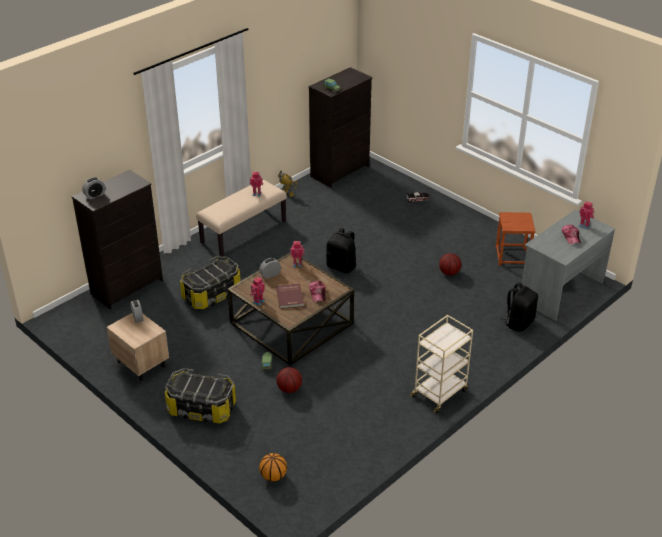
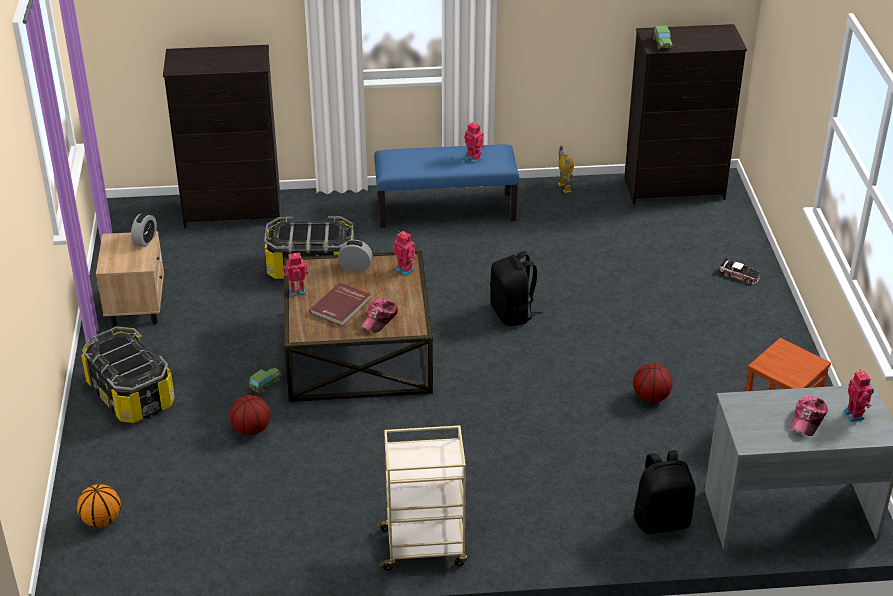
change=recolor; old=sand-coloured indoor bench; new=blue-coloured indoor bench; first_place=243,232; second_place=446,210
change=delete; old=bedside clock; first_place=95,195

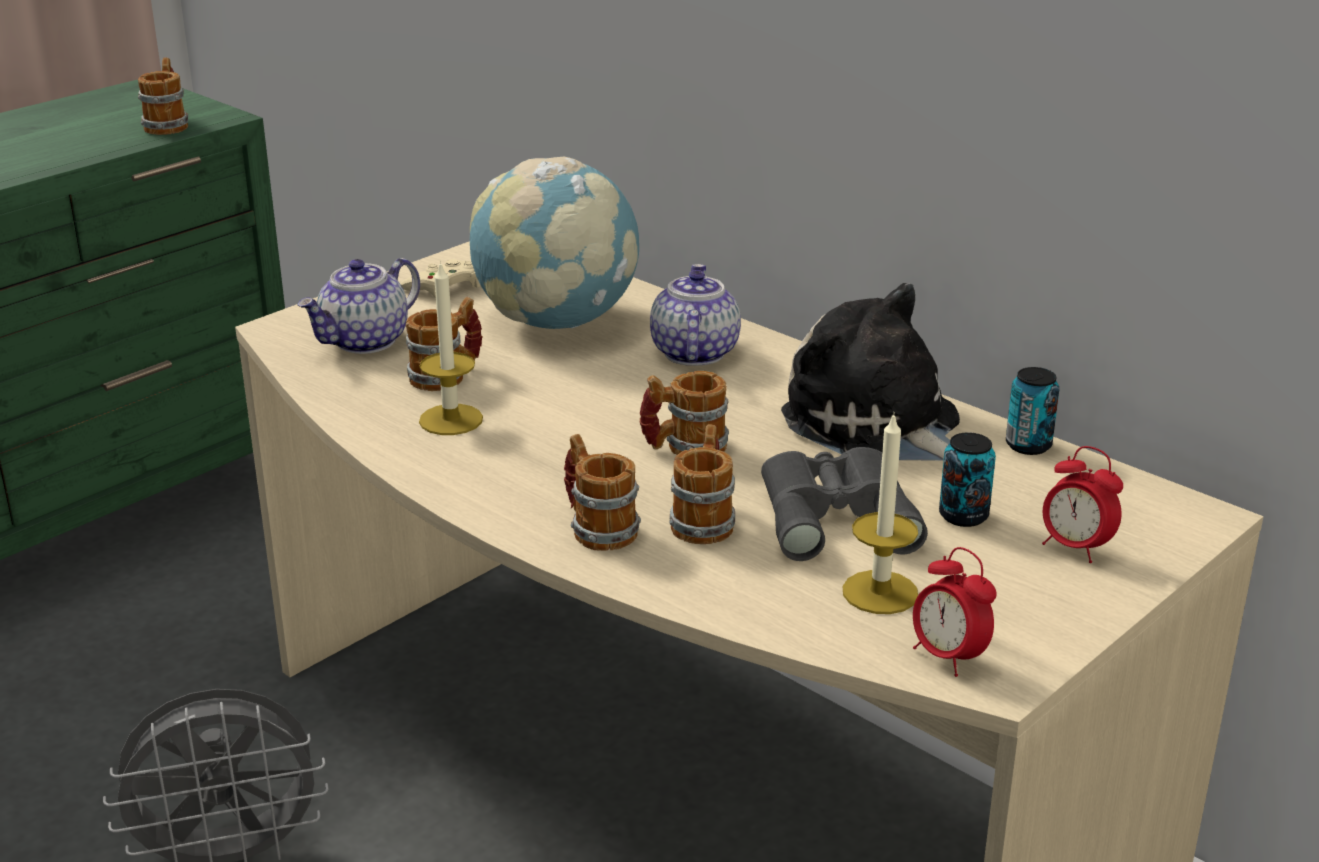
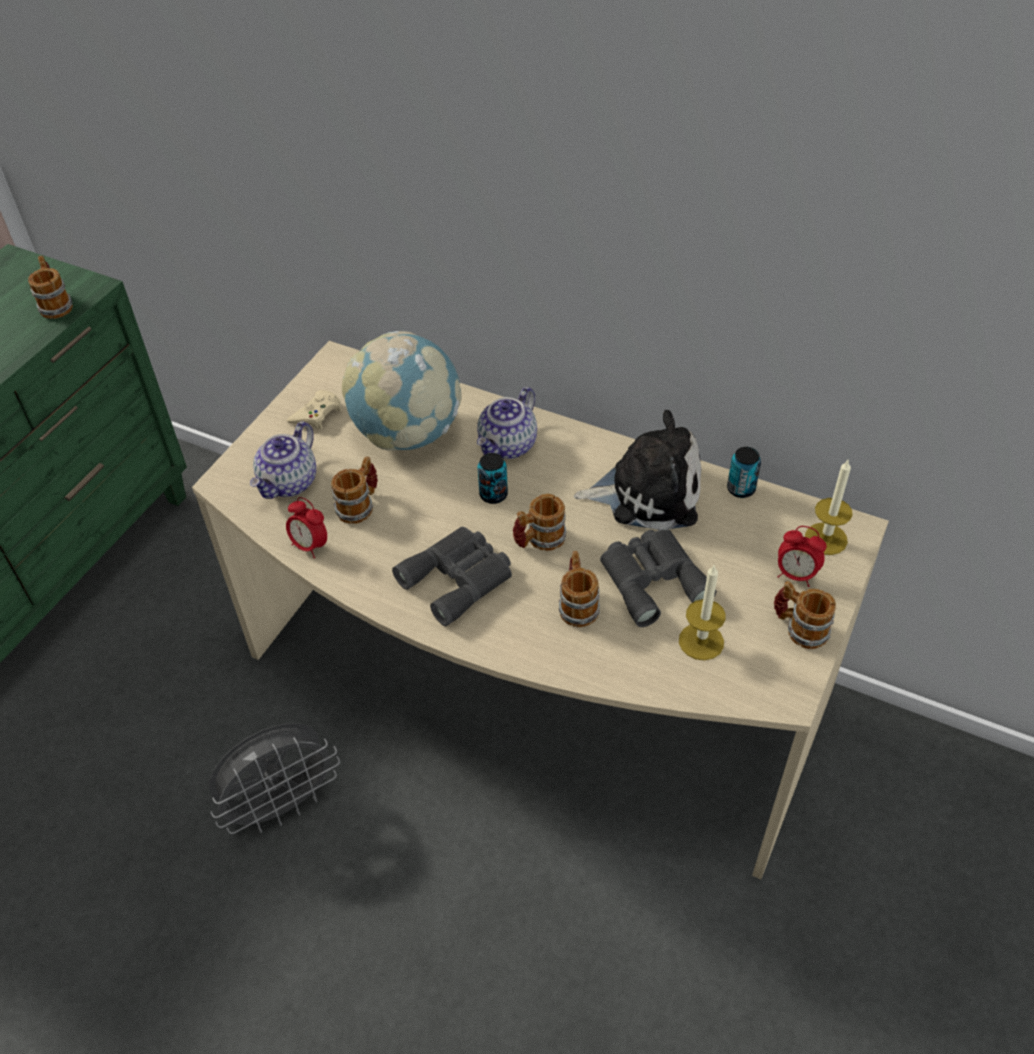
change=move; old=bedside clock; first_place=948,657; second_place=310,546
change=insert; new=greyish pair of binoculars; second_place=459,578
change=rotate; old=pot for tea; first_place=693,352; second_place=508,446; degrees=-135
change=move; old=can; first_place=963,516; second_place=493,495
change=rotate; old=plush toy; first_place=877,426; second_place=647,492; degrees=150
change=move; old=coffee mug; first_place=597,527; second_place=799,628
change=move; old=wax candle; first_place=451,420; second_place=826,539

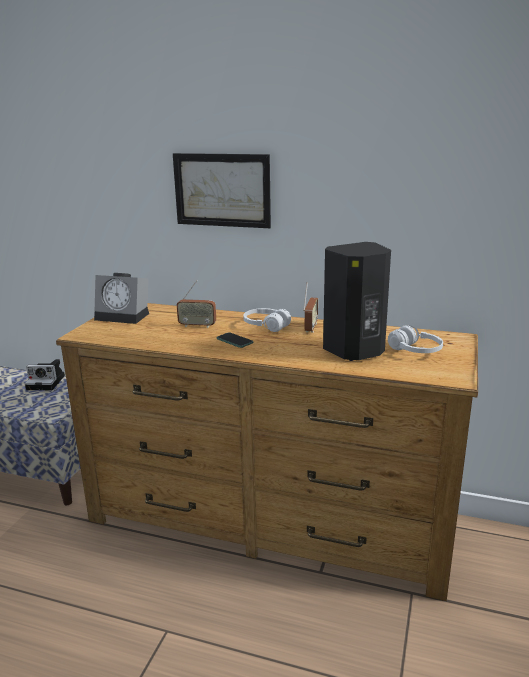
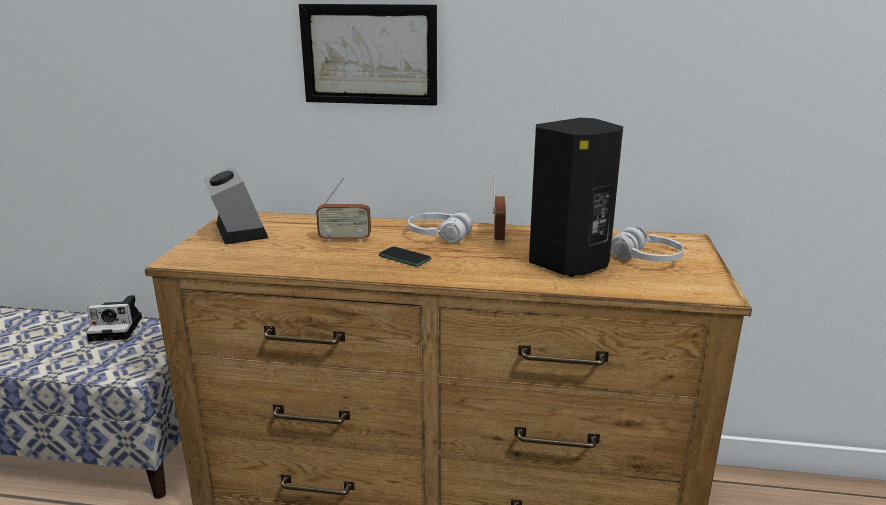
change=rotate; old=bedside clock; first_place=125,316; second_place=237,230; degrees=-120

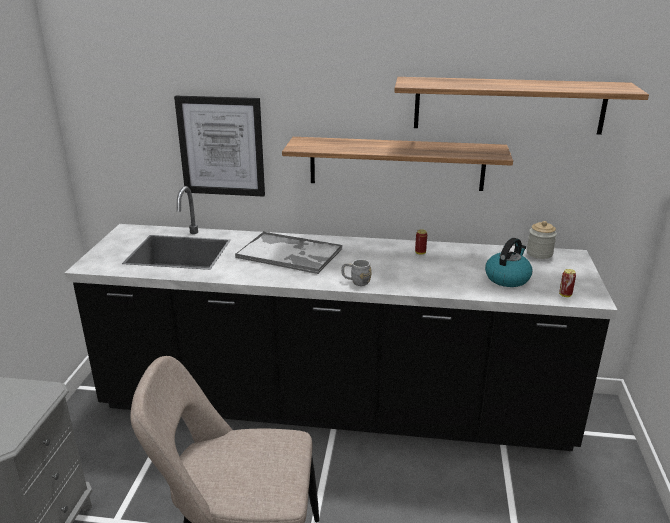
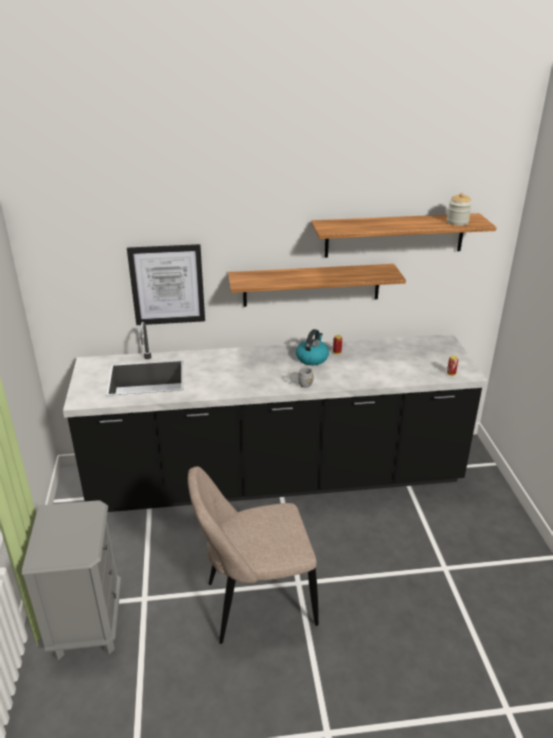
change=move; old=kettle; first_place=507,278; second_place=312,358
change=move; old=jar; first_place=539,253; second_place=457,222
change=delete; old=tray; first_place=290,254

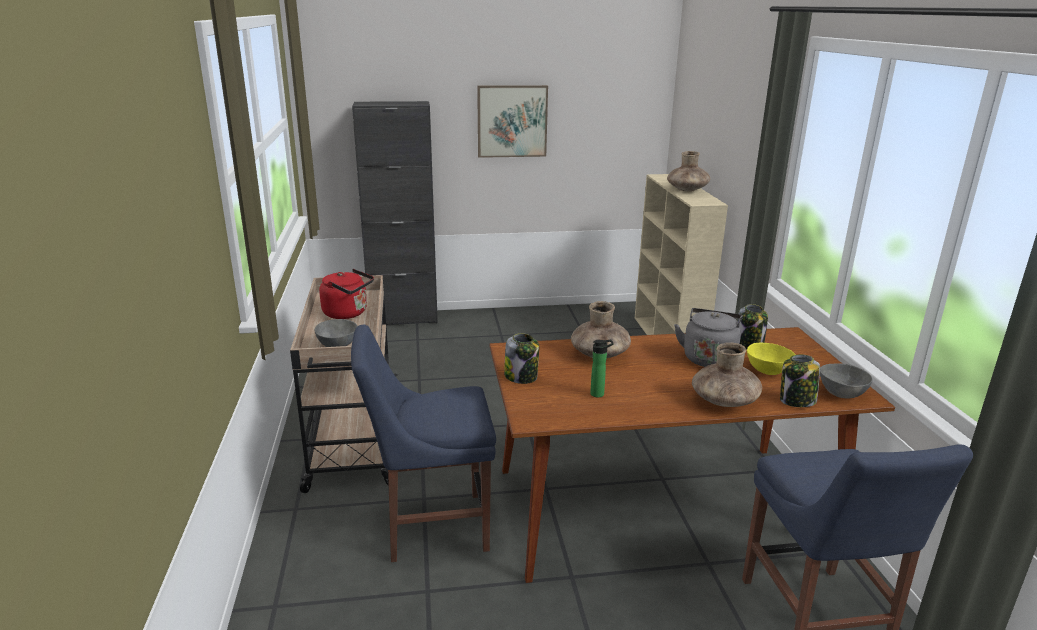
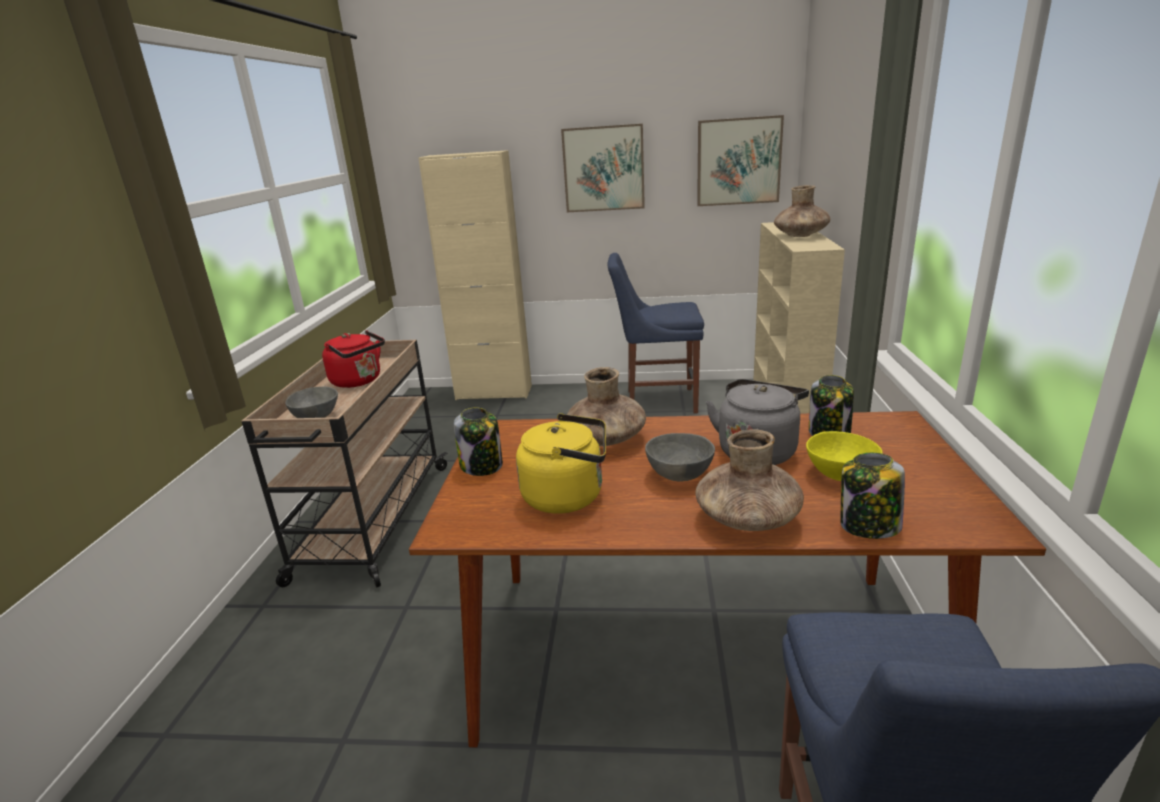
change=recolor; old=black-coloured storage cabinet; new=sand-coloured storage cabinet; first_place=403,318; second_place=494,392
change=replace; old=drink bottle; new=yellow-coloured kettle; first_place=599,394; second_place=568,496
change=move; old=blue-coloured plain chair; first_place=430,526; second_place=656,401
change=move; old=greyish serving bowl; first_place=840,394; second_place=678,475
change=insert; new=wall art; second_place=738,161

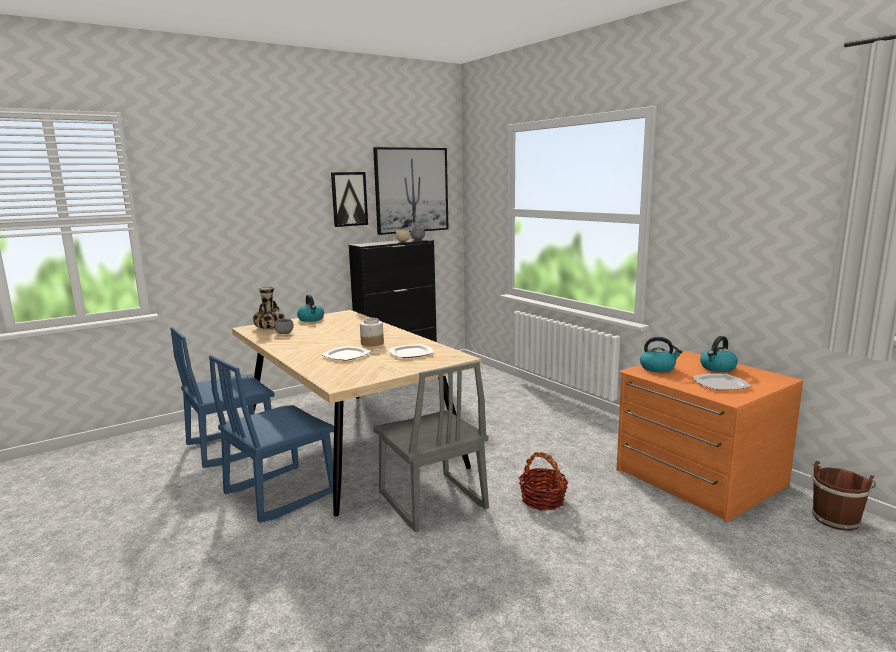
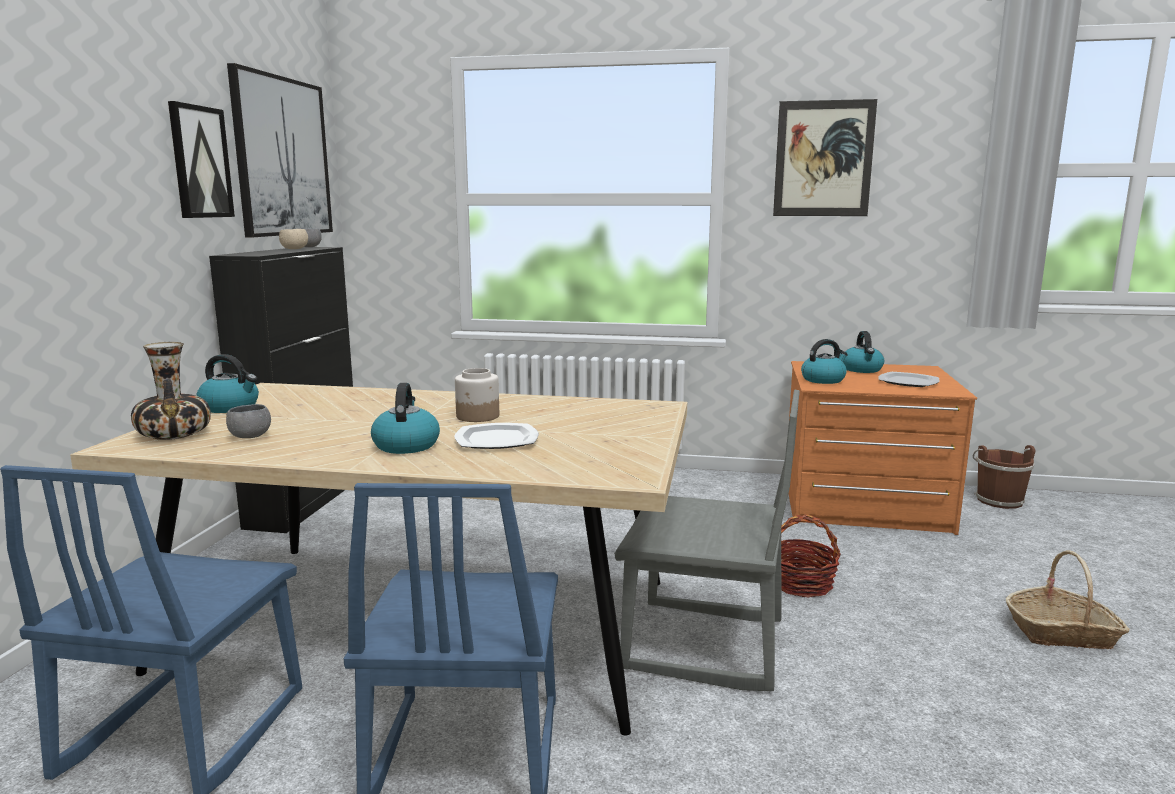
change=insert; new=kettle; second_place=406,445
change=insert; new=wall art; second_place=823,159
change=insert; new=basket; second_place=1062,633
change=delete; old=plate; first_place=411,353

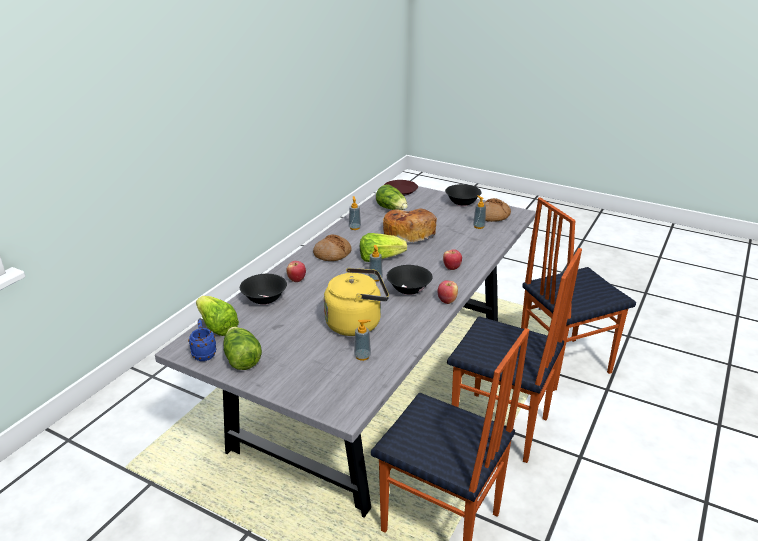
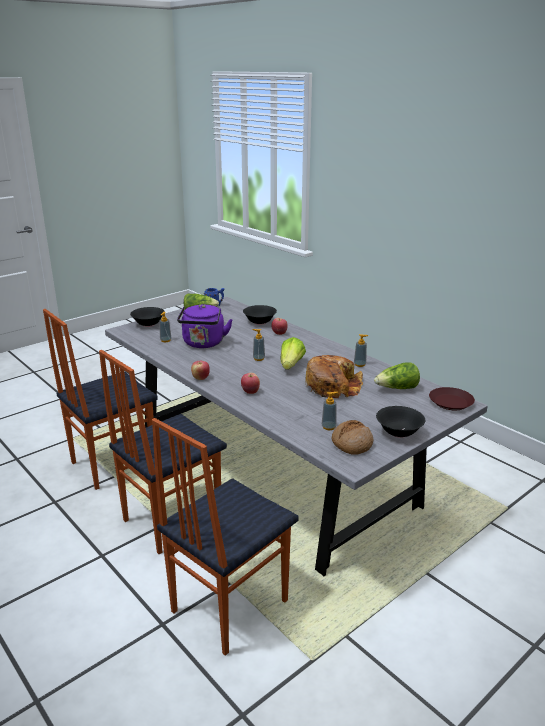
change=move; old=black-coloured serving bowl; first_place=409,290; second_place=148,324
change=rotate; old=plain chair; first_place=562,363; second_place=227,606; degrees=-135
change=recolor; old=yellow-coloured kettle; new=purple kettle; first_place=357,323; second_place=203,344
change=delete; old=lettuce head; first_place=217,327
change=delete; old=bakery bread; first_place=332,254

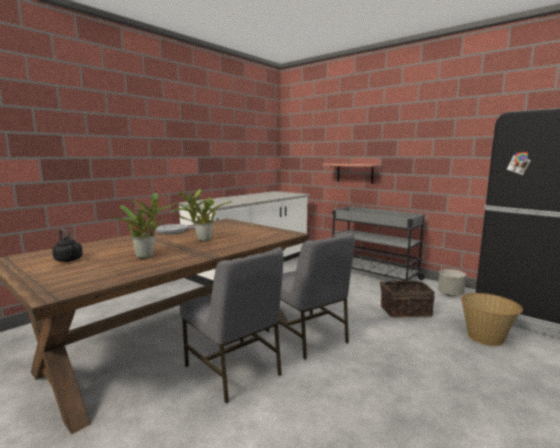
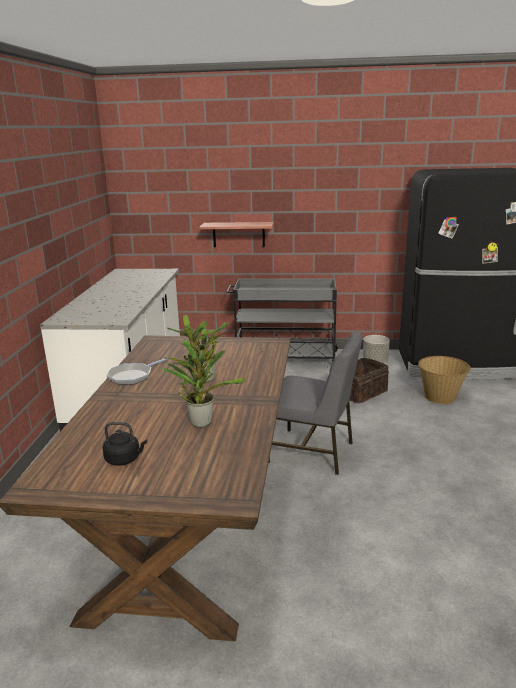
change=delete; old=greyish plain chair; first_place=234,370

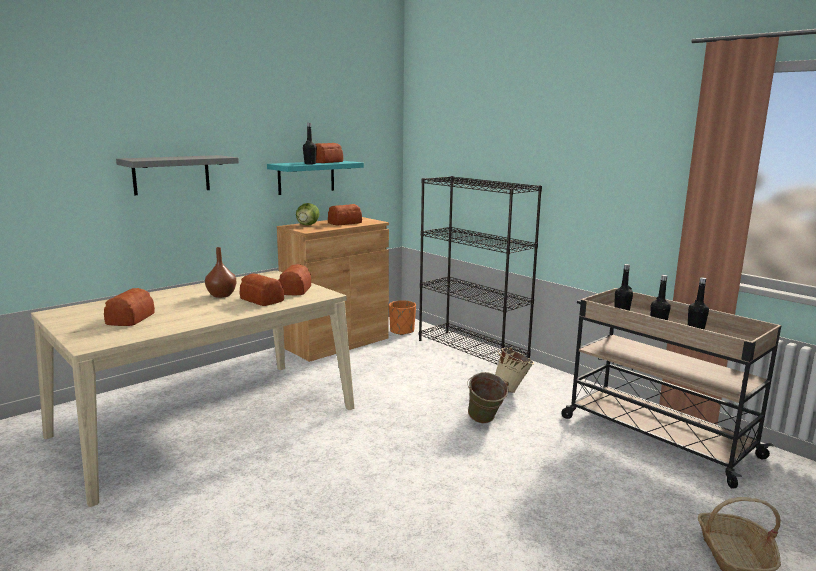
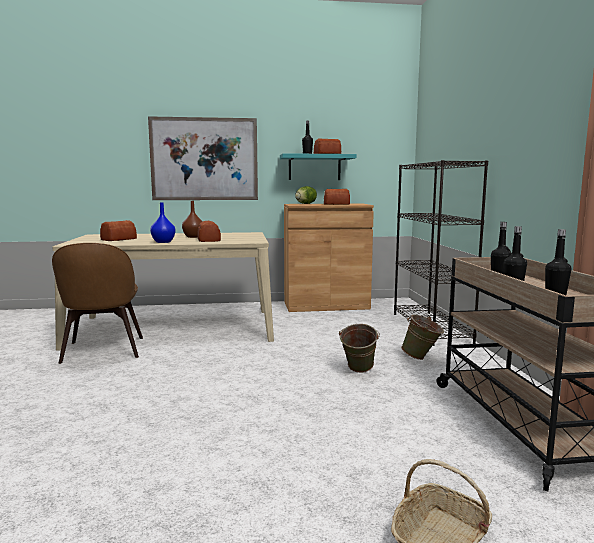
change=insert; new=brown plain chair; second_place=103,351
change=replace; old=greyish bracket shelf; new=wall art; first_place=171,174; second_place=204,159
change=insert; new=blue-coloured decorative vase; second_place=163,242
change=recolor; old=sand-coloured pail; new=green pail; first_place=512,390; second_place=422,358
change=delete; old=bakery bread; first_place=294,290
change=delete; old=orange-coloured flower pot; first_place=402,331

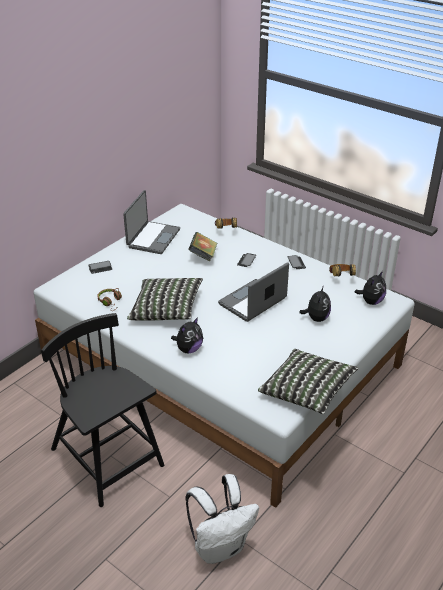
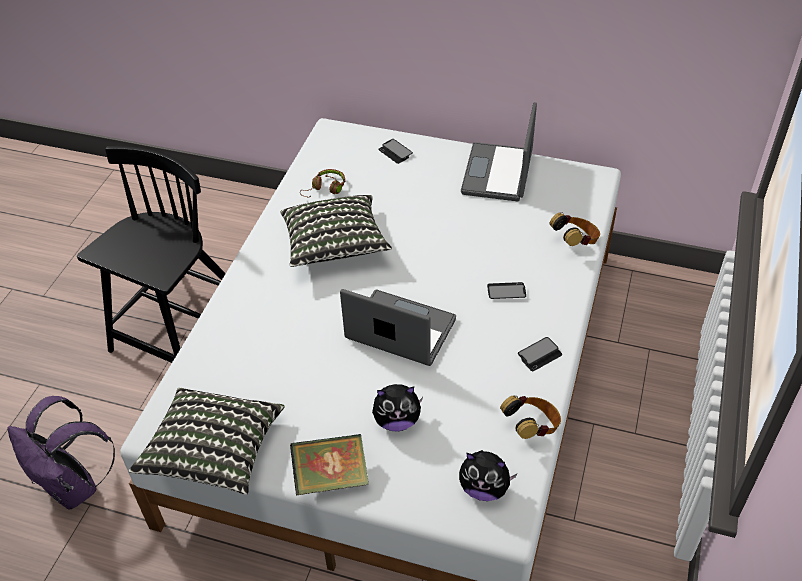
change=recolor; old=white-coloured backpack; new=purple backpack; first_place=220,546; second_place=75,486
change=move; old=bound book; first_place=203,256; second_place=331,477
change=rotate; old=laptop; first_place=152,238; second_place=499,173; degrees=105
change=delete; old=plush toy; first_place=188,349

